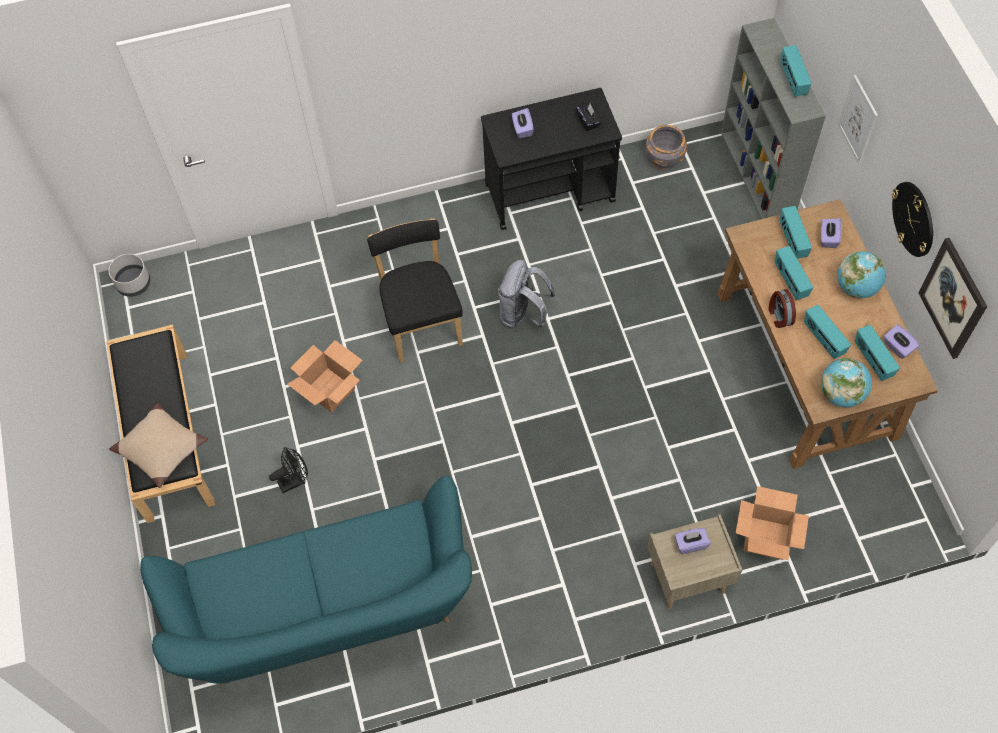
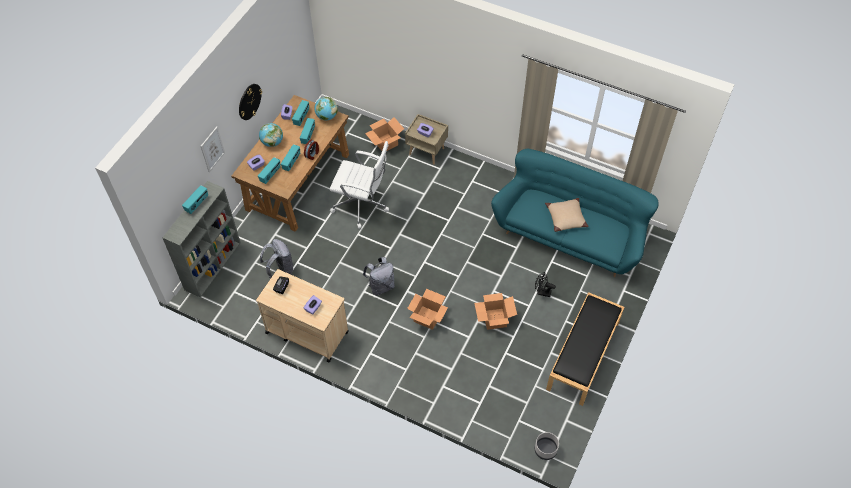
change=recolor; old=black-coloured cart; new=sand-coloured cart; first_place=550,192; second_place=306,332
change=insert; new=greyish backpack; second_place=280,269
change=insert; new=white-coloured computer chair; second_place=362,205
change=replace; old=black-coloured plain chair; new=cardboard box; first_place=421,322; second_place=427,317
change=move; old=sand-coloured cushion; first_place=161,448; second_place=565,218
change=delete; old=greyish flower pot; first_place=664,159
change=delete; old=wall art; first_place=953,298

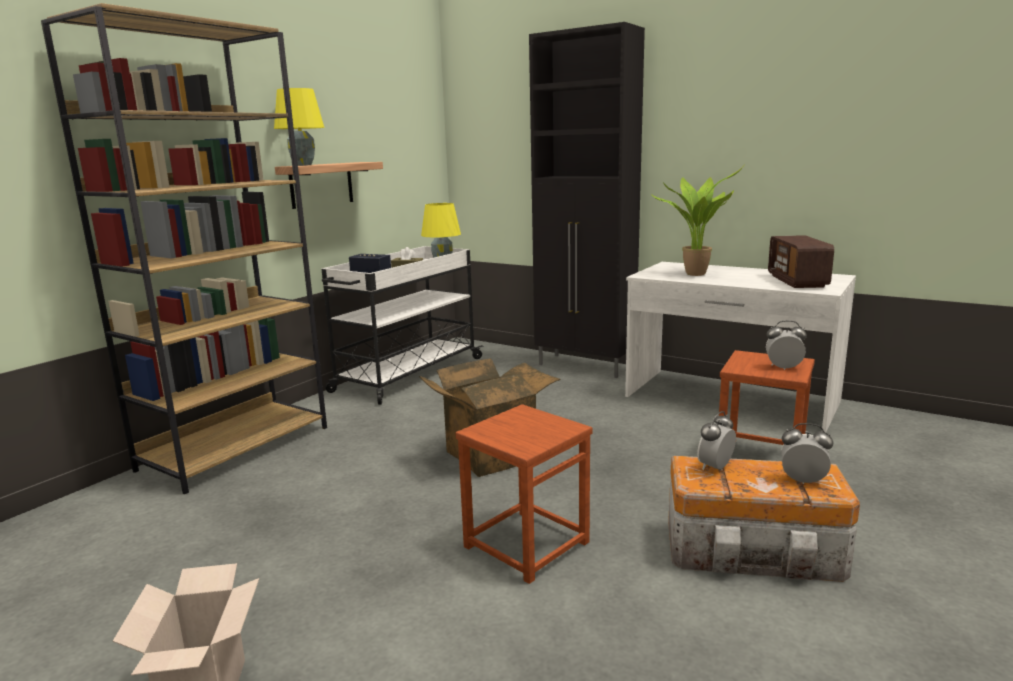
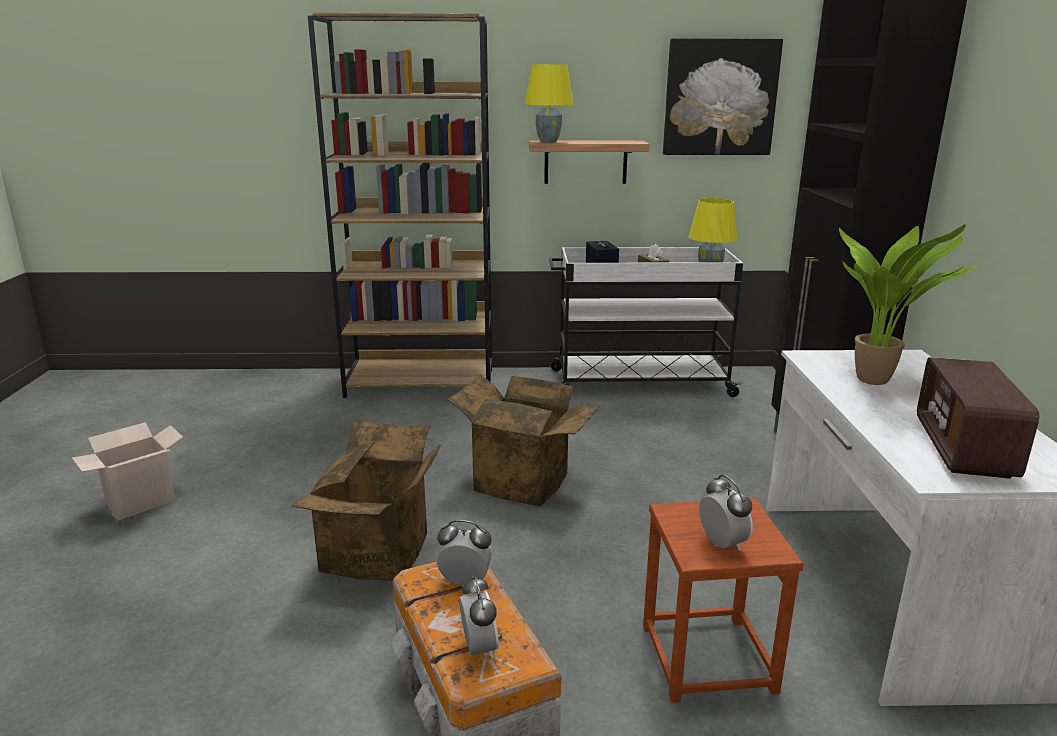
change=replace; old=brown sitting stool; new=cardboard box; first_place=526,544; second_place=379,553
change=insert; new=wall art; second_place=720,97
change=rotate; old=radio set; first_place=797,281; second_place=963,449; degrees=-45

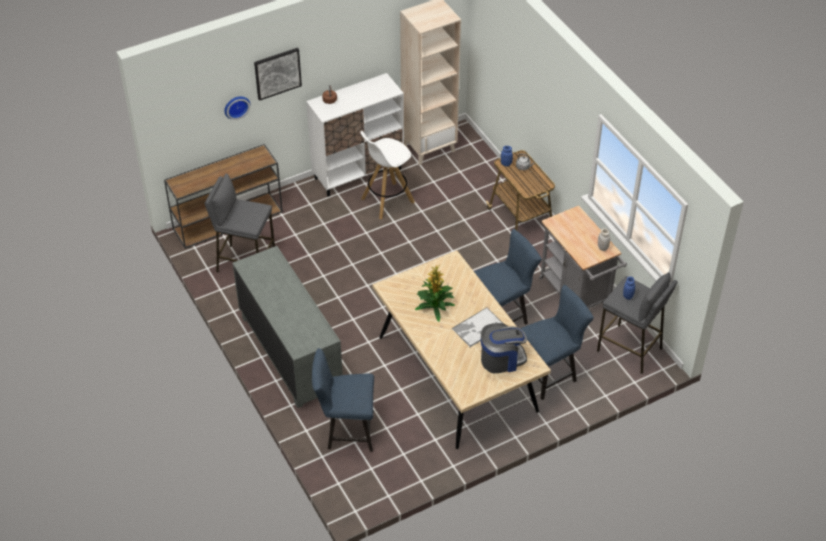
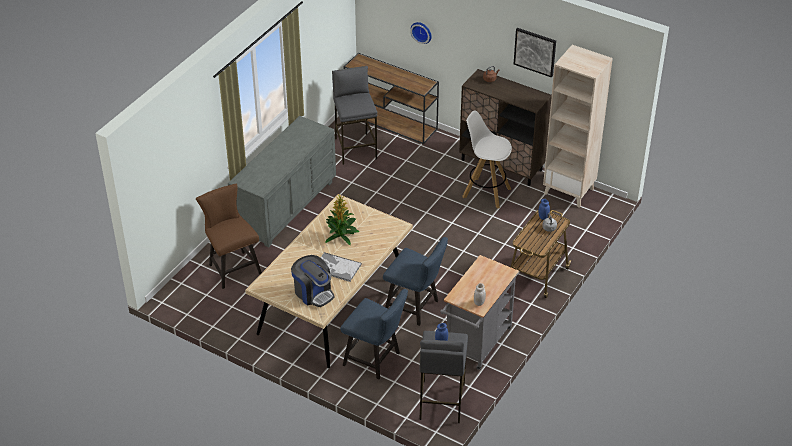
change=recolor; old=blue-coloured plain chair; new=brown plain chair; first_place=346,431; second_place=232,267
change=recolor; old=white-coloured storage cabinet; new=brown storage cabinet; first_place=358,173; second_place=502,165
change=move; old=wall art; first_place=277,73; second_place=535,51

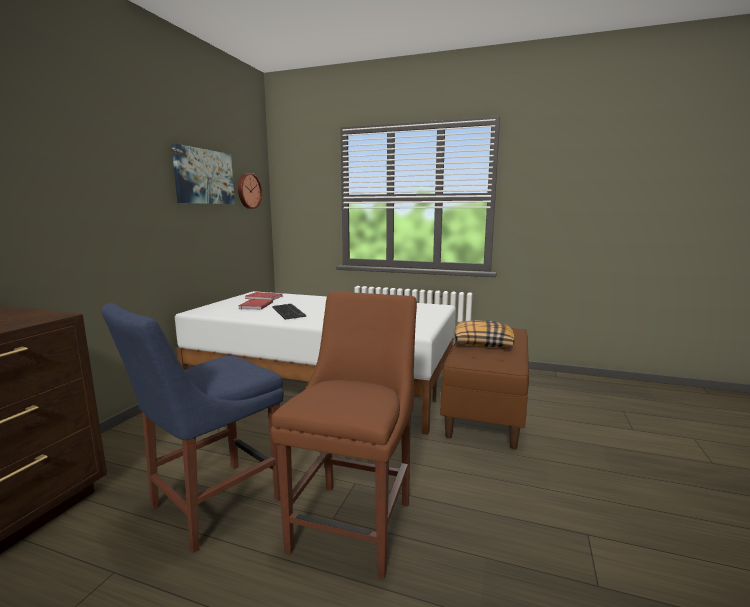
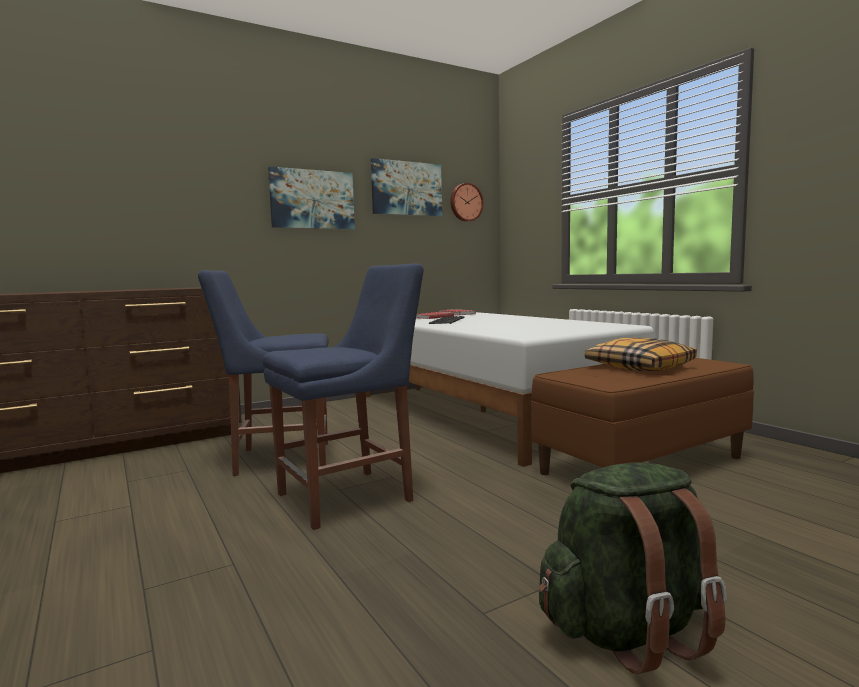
change=recolor; old=brown plain chair; new=blue-coloured plain chair; first_place=355,521; second_place=351,496
change=insert; new=wall art; second_place=312,199
change=insert; new=green backpack; second_place=628,631

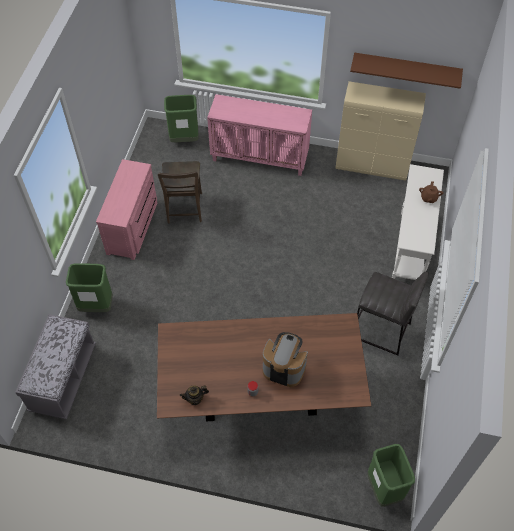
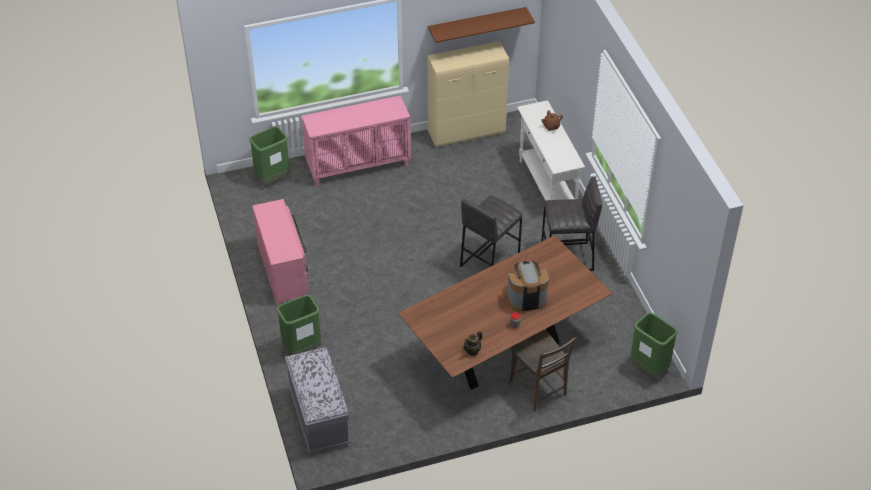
change=insert; new=greyish sitting stool; second_place=489,262
change=move; old=brown plain chair; first_place=184,210; second_place=539,390

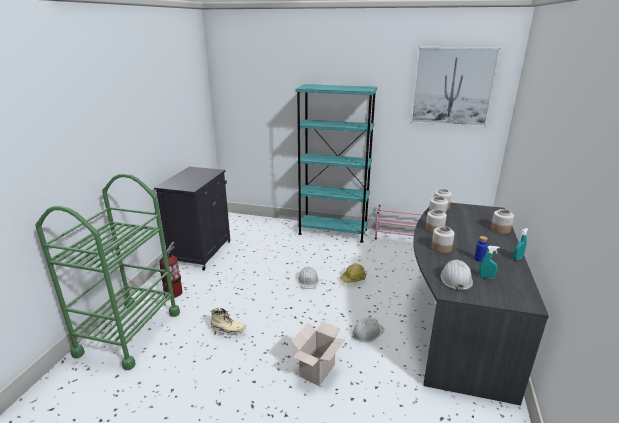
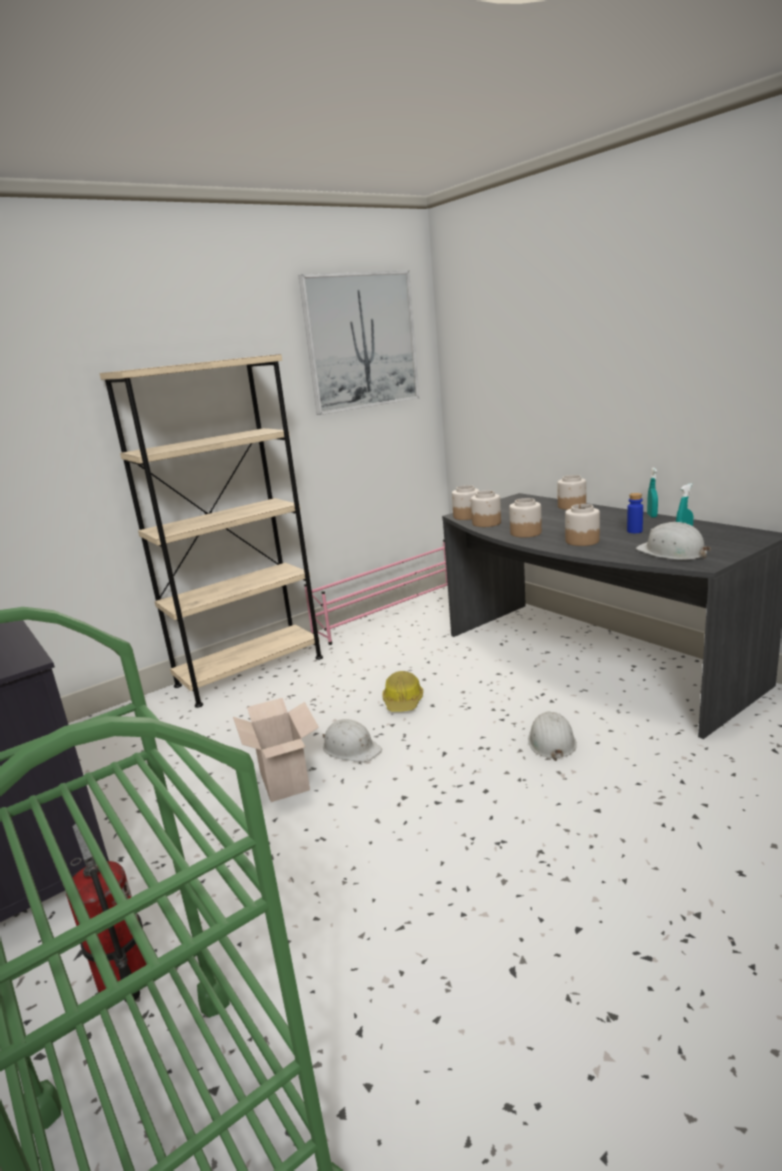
change=recolor; old=blue-green bookcase; new=sand-coloured bookcase; first_place=333,232; second_place=250,671
change=move; old=cardboard box; first_place=317,371; second_place=286,781
change=delete; old=sand-coloured high-top boot; first_place=228,331

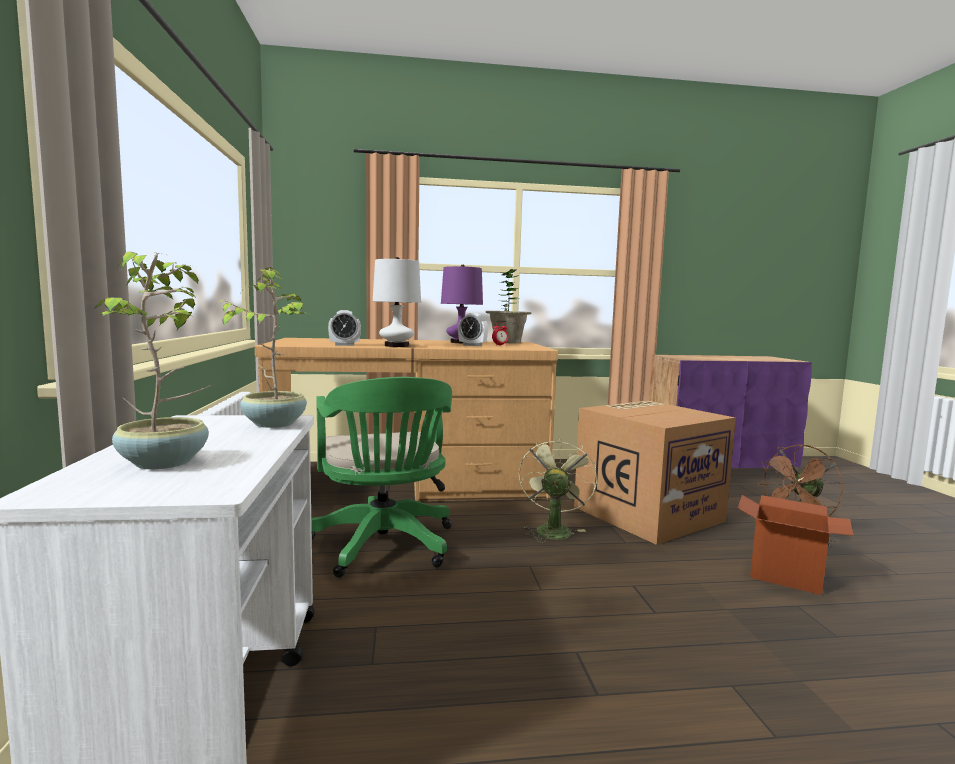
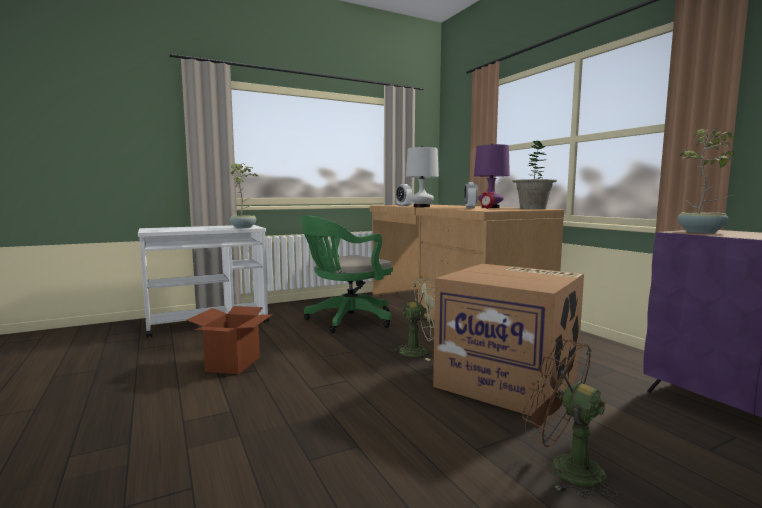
change=move; old=cardboard box; first_place=786,576; second_place=233,364
change=move; old=plant in a pot; first_place=166,462; second_place=702,232

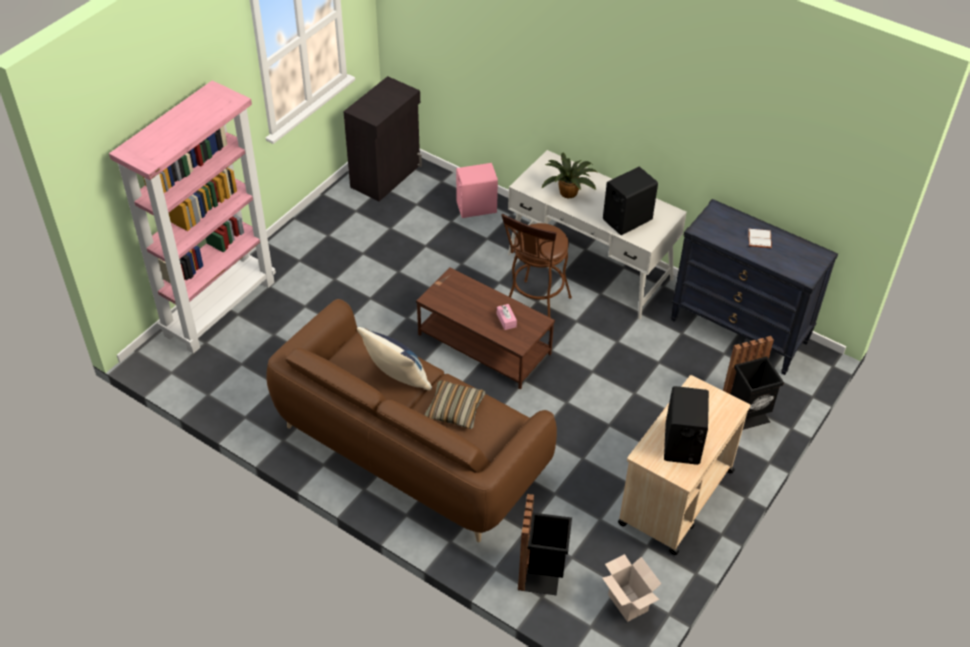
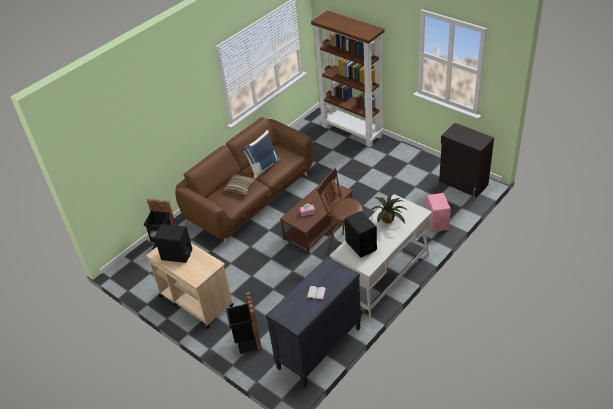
change=recolor; old=pinkish bookcase; new=brown bookcase; first_place=220,307; second_place=352,131
change=delete; old=cardboard box; first_place=626,602

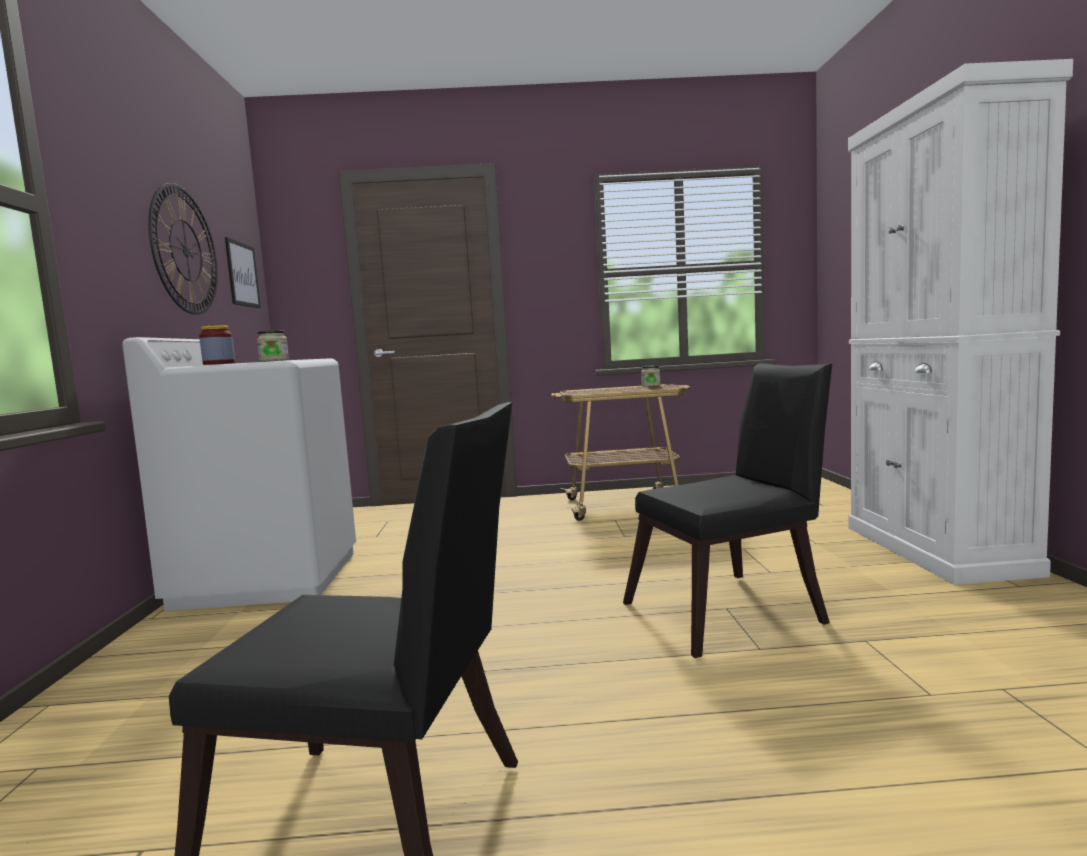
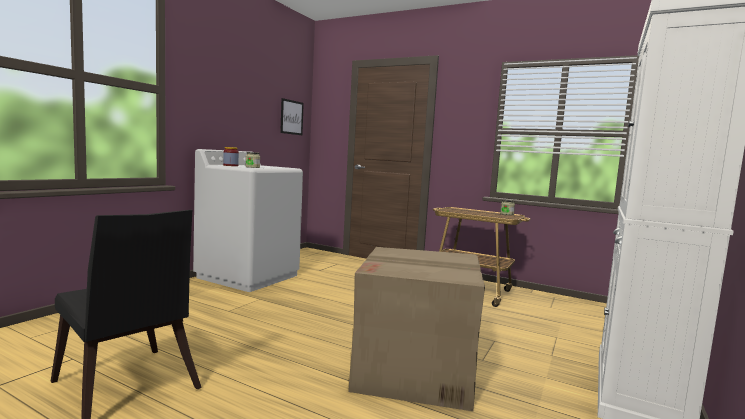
change=replace; old=black-coloured plain chair; new=cardboard box; first_place=733,611; second_place=415,371
change=delete; old=hanging clock; first_place=185,250

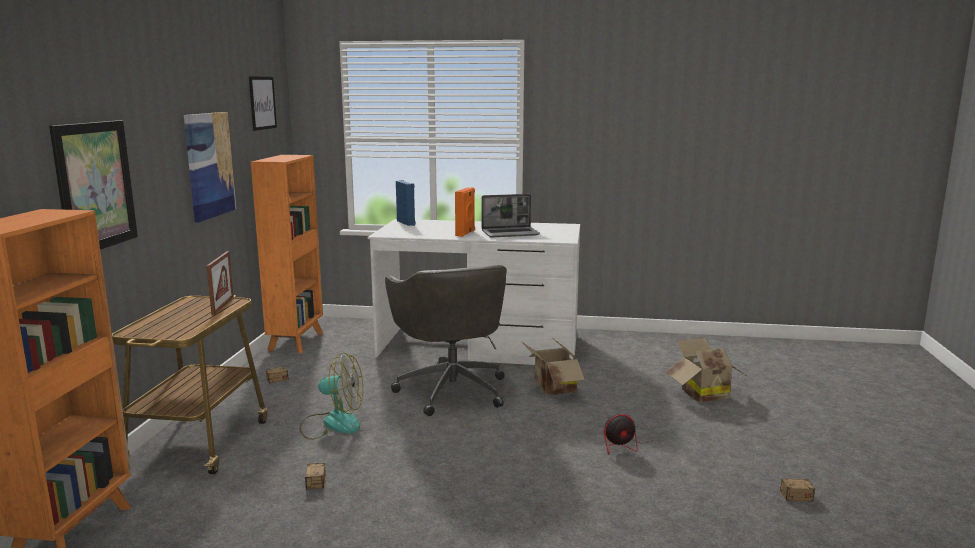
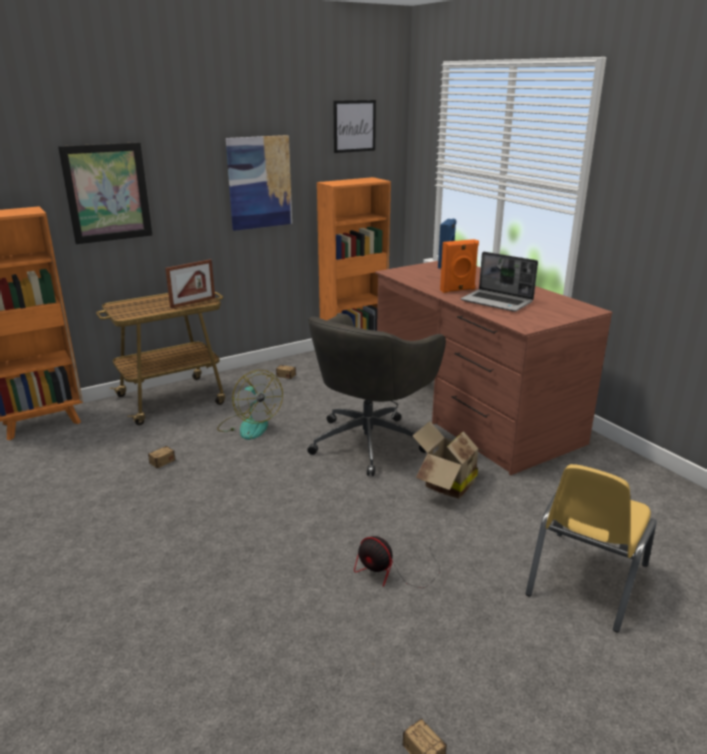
change=recolor; old=white-coloured desk; new=brown desk; first_place=479,346; second_place=472,413
change=replace; old=cardboard box; new=yellow-coloured plain chair; first_place=701,394; second_place=585,579

